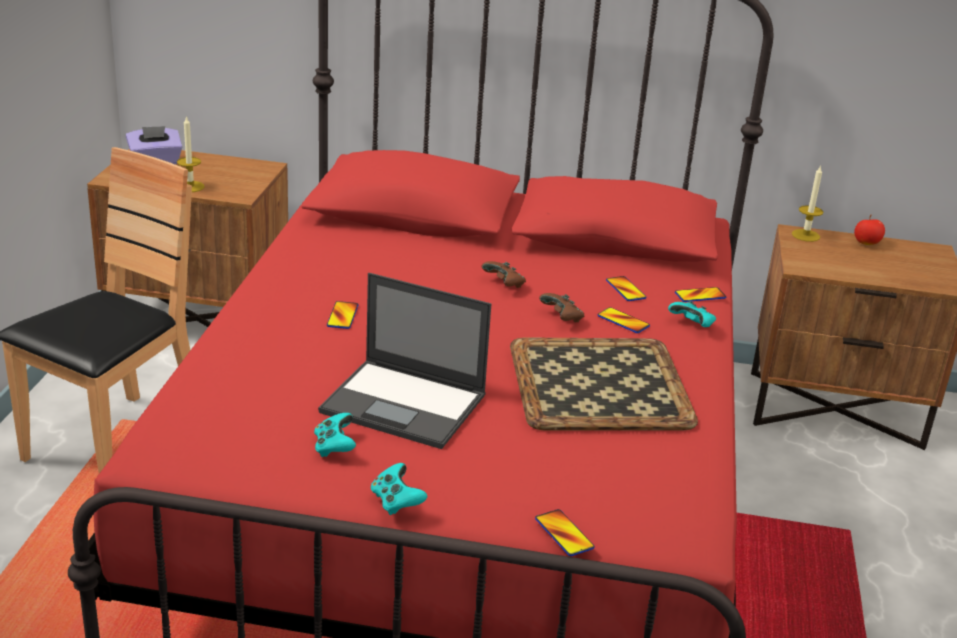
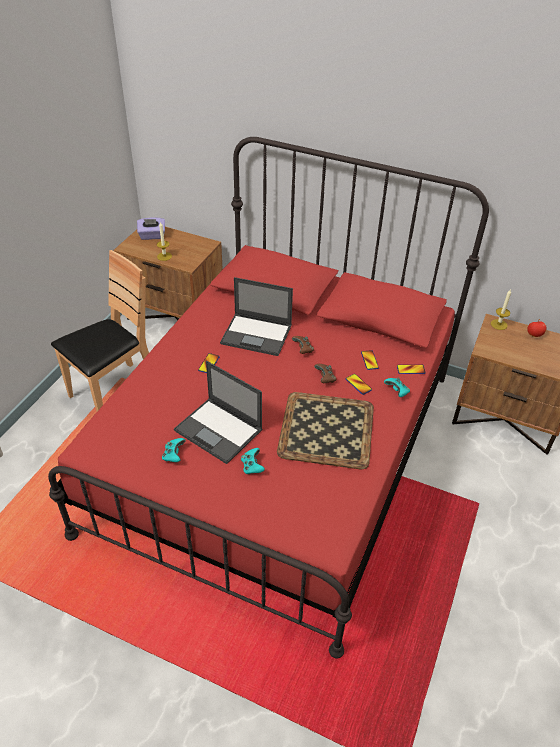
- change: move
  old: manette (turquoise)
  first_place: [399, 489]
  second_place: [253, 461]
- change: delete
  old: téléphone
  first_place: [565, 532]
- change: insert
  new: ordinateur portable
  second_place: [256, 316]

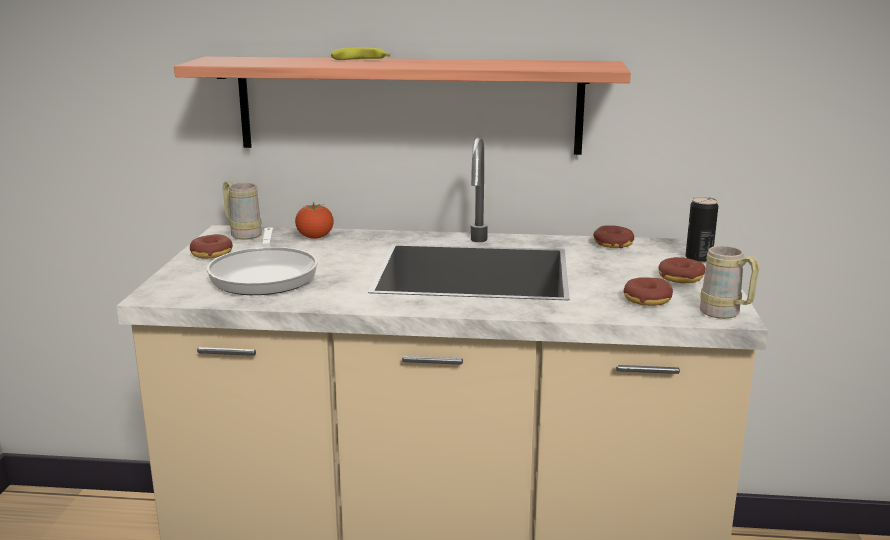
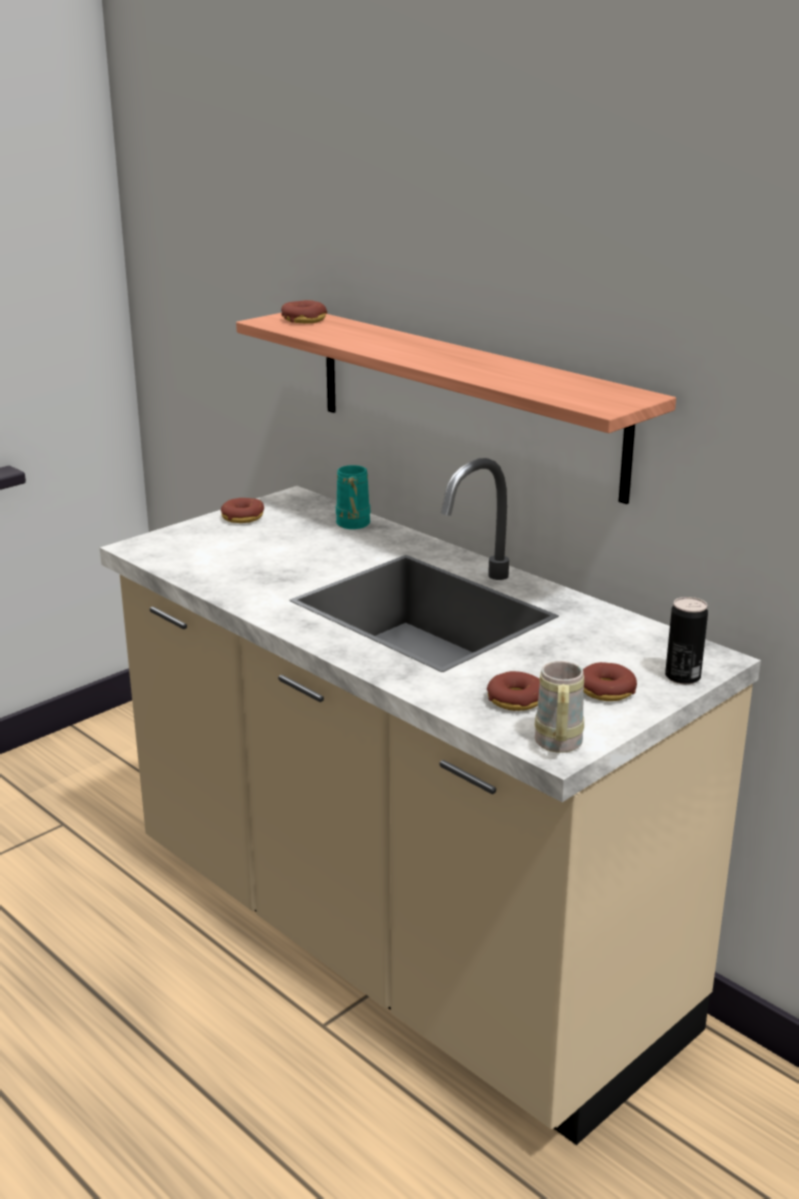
- change: delete
  old: banane
  first_place: [361, 53]
- change: delete
  old: mug (beige)
  first_place: [242, 210]
- change: replace
  old: tomate
  new: mug (turquoise)
  first_place: [314, 220]
  second_place: [353, 497]
- change: move
  old: beignet
  first_place: [613, 237]
  second_place: [304, 312]
- change: delete
  old: poêle
  first_place: [262, 261]

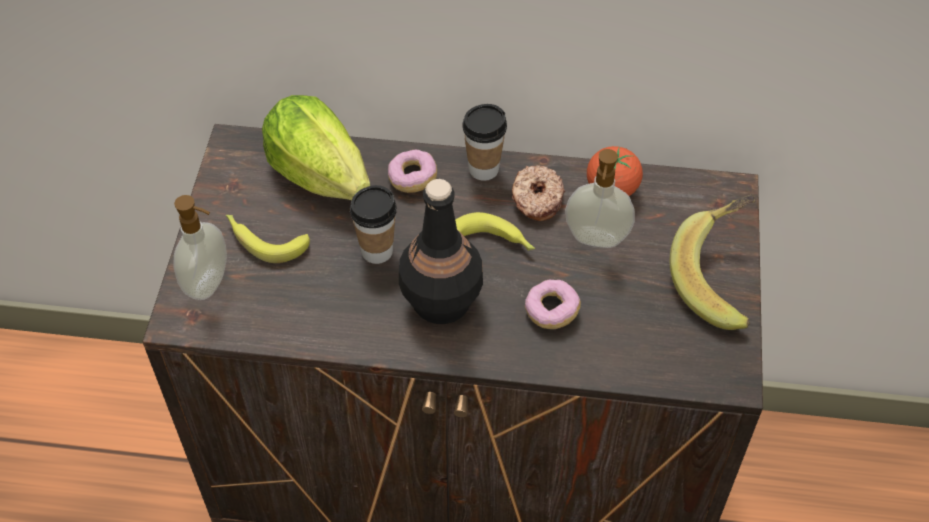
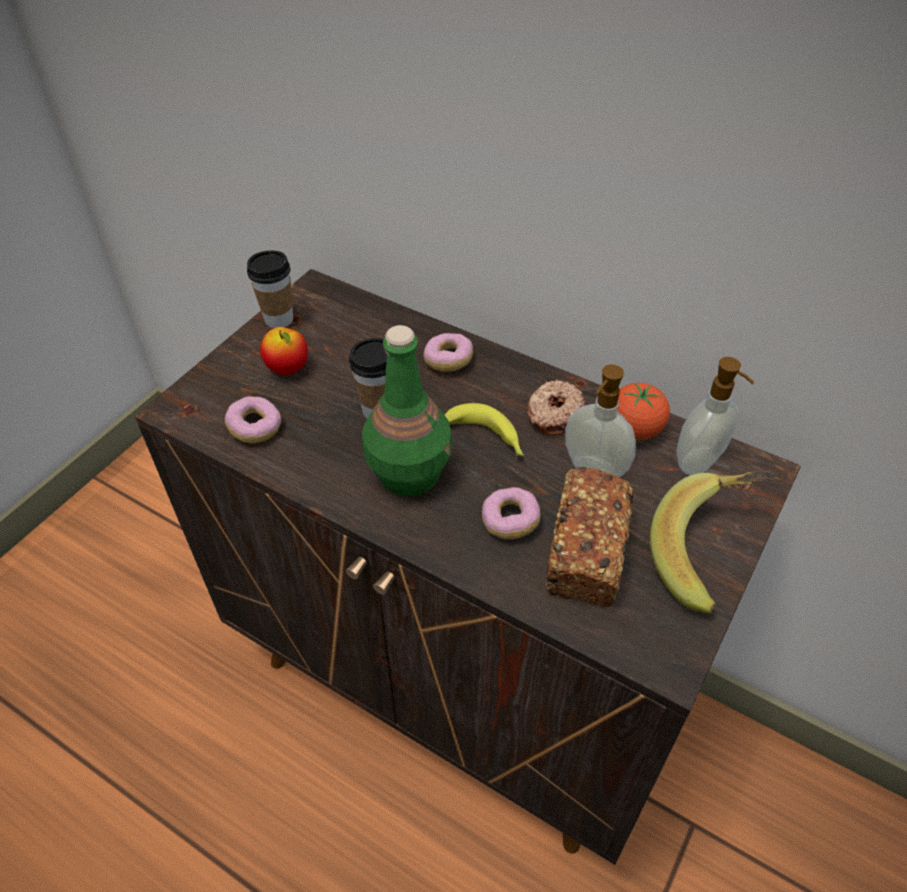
- change: delete
  old: laitue
  first_place: [316, 147]
- change: move
  old: tasse
  first_place: [484, 142]
  second_place: [270, 289]
- change: recolor
  old: bouteille (noir)
  new: bouteille (vert)
  first_place: [441, 251]
  second_place: [407, 410]
- change: move
  old: distributeur de savon
  first_place: [200, 247]
  second_place: [715, 416]
- change: replace
  old: banane
  new: pomme
  first_place: [268, 239]
  second_place: [284, 351]
- change: insert
  new: beignet
  second_place: [253, 419]
- change: insert
  new: pain
  second_place: [589, 537]

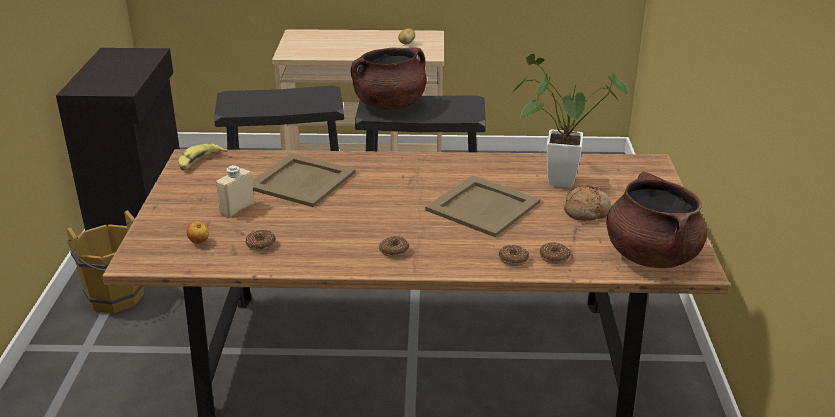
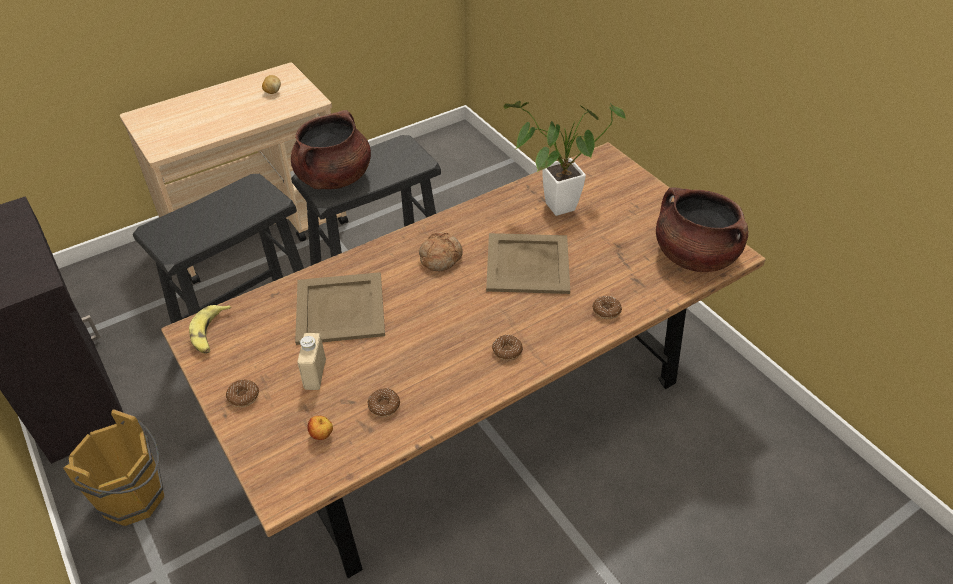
- change: move
  old: pain
  first_place: [587, 203]
  second_place: [441, 251]
- change: move
  old: beignet
  first_place: [555, 253]
  second_place: [242, 393]

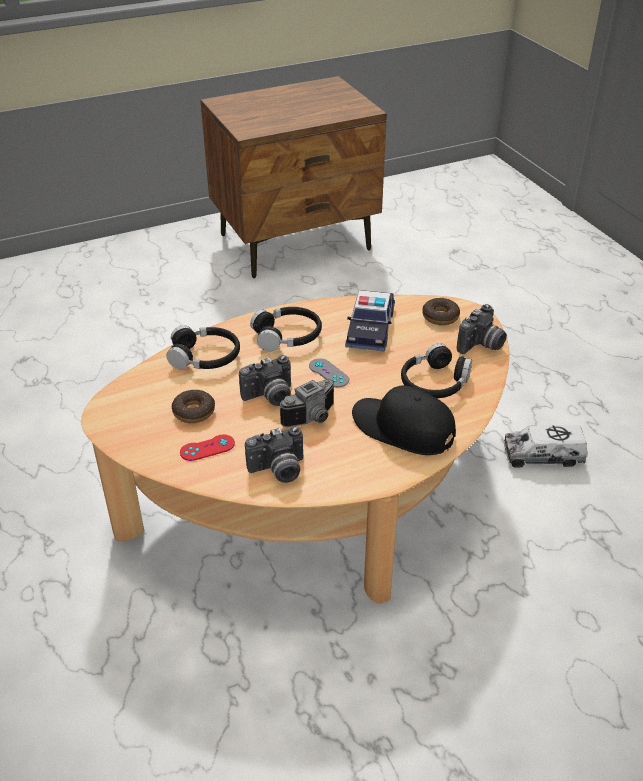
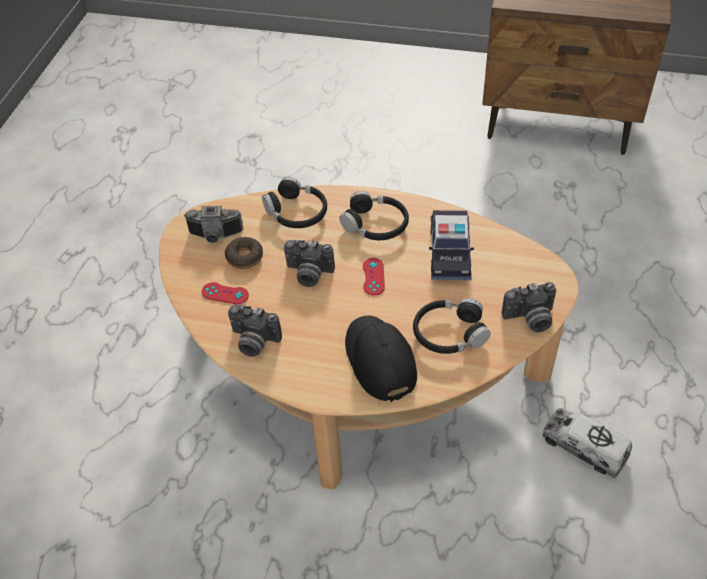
- change: rotate
  old: petite voiture
  first_place: [370, 321]
  second_place: [451, 245]
  degrees: -45
- change: delete
  old: beignet
  first_place: [441, 311]
- change: recolor
  old: manette (gris)
  new: manette (rouge)
  first_place: [329, 372]
  second_place: [374, 276]
- change: move
  old: appareil photo
  first_place: [307, 403]
  second_place: [213, 224]

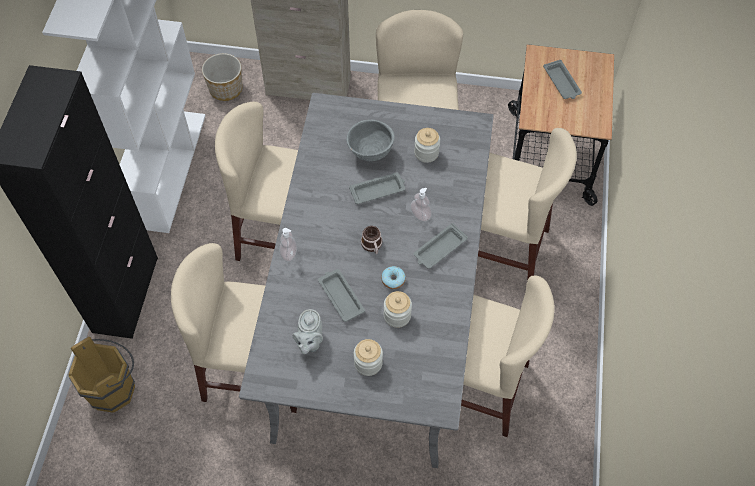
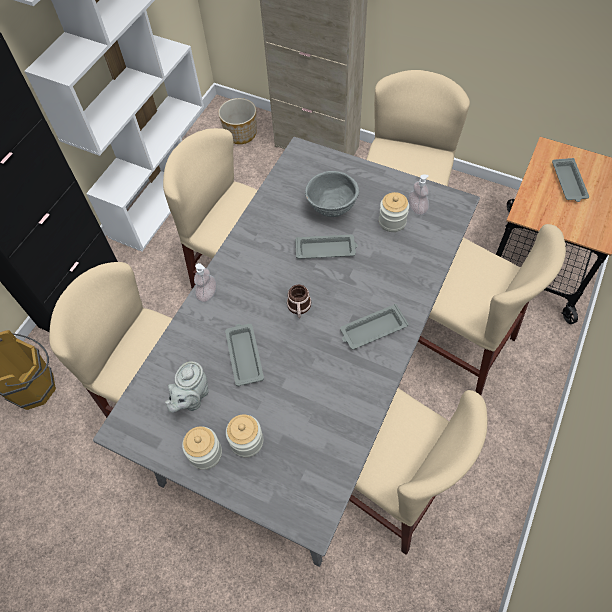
- change: move
  old: distributeur de savon
  first_place: [421, 205]
  second_place: [418, 195]
- change: delete
  old: beignet
  first_place: [393, 277]
- change: move
  old: bocal
  first_place: [398, 309]
  second_place: [202, 448]

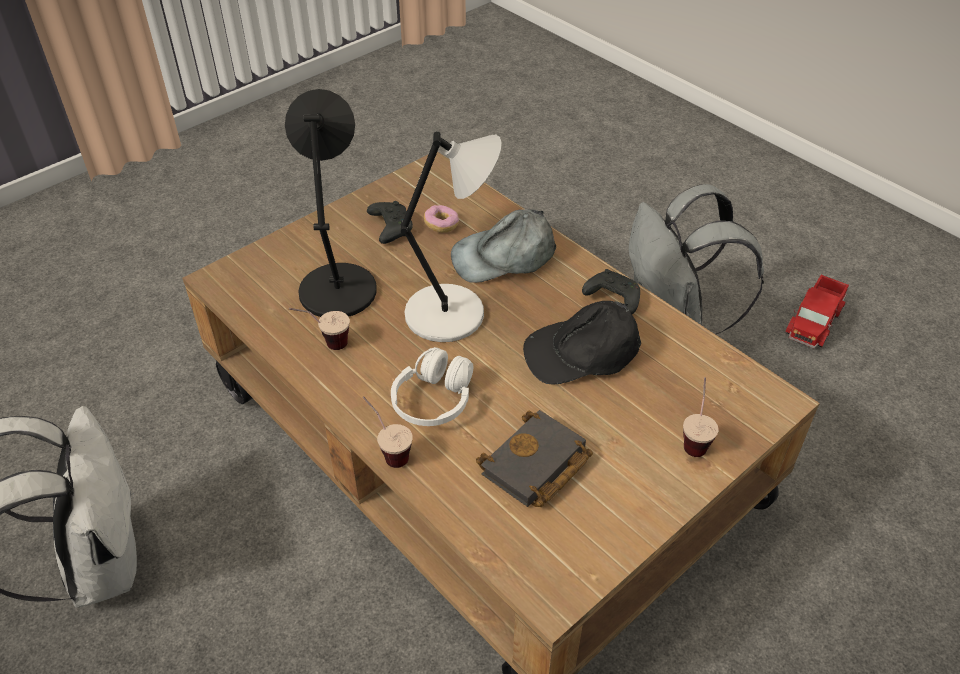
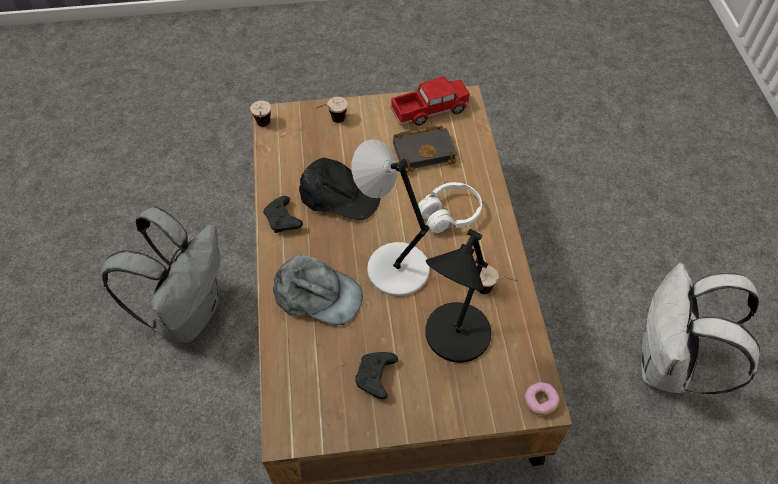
- change: move
  old: beignet
  first_place: [441, 219]
  second_place: [542, 398]
- change: move
  old: camion jouet
  first_place: [817, 311]
  second_place: [430, 101]
- change: move
  old: tasse
  first_place: [388, 432]
  second_place: [260, 114]

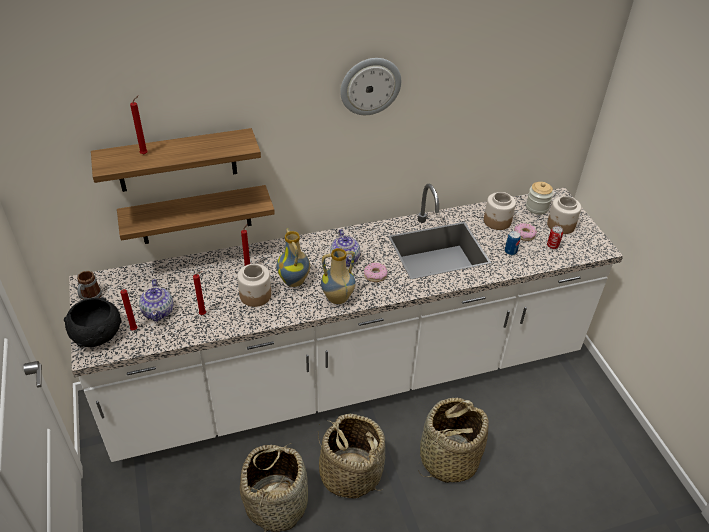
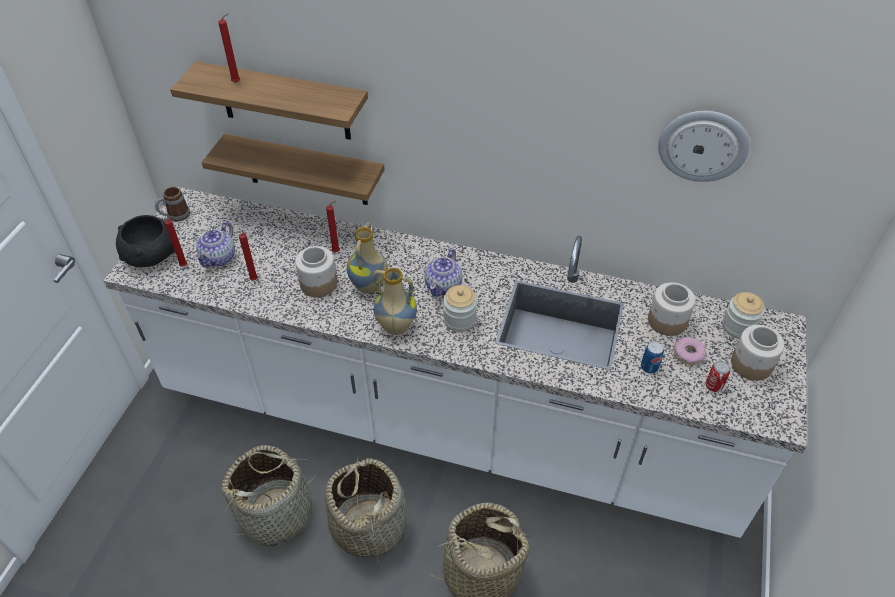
- change: move
  old: horloge murale
  first_place: [370, 86]
  second_place: [704, 146]
- change: replace
  old: beignet
  new: bocal
  first_place: [375, 272]
  second_place: [460, 308]

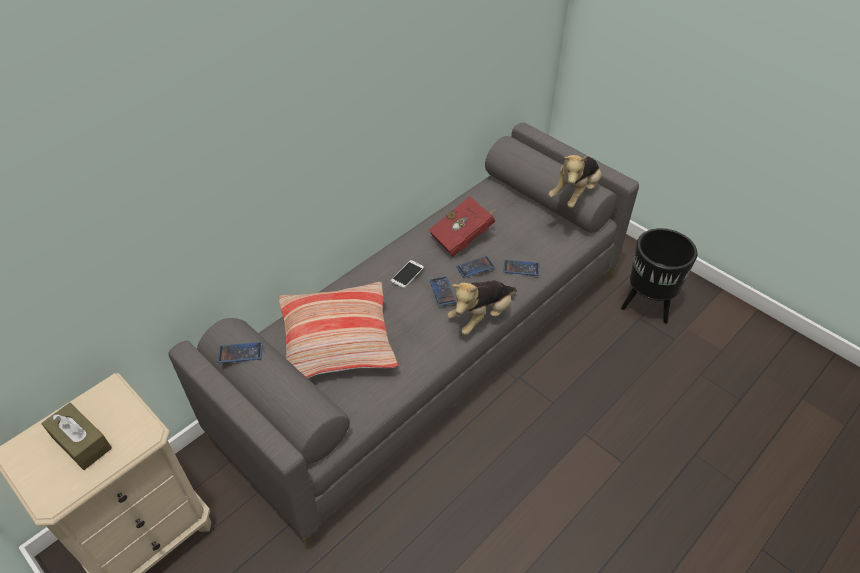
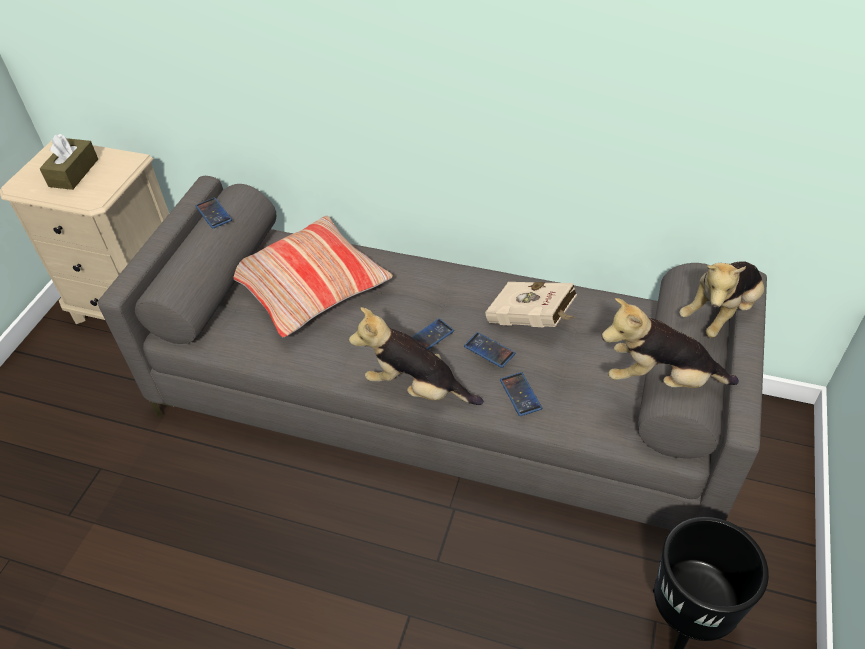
- change: recolor
  old: livre (rouge)
  new: livre (beige)
  first_place: [462, 226]
  second_place: [531, 304]
- change: delete
  old: téléphone
  first_place: [407, 274]
- change: insert
  new: peluche
  second_place: [721, 299]

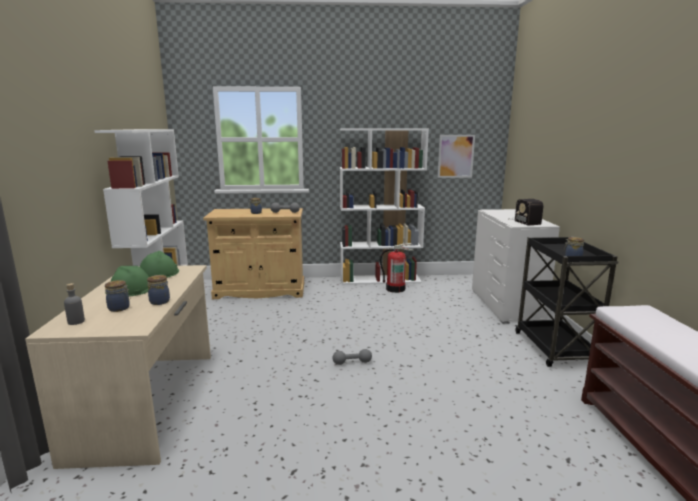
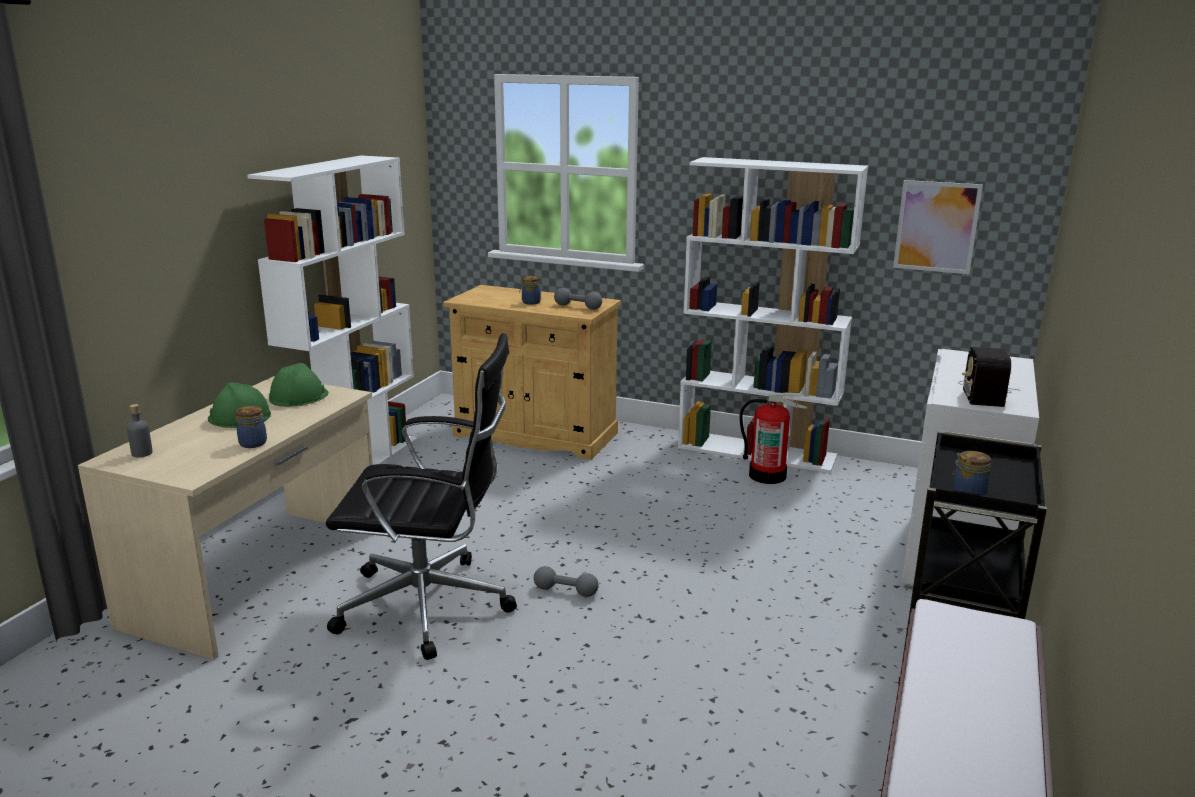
- change: delete
  old: bocal
  first_place: [118, 296]
- change: insert
  new: chaise de bureau (noir)
  second_place: [421, 496]

